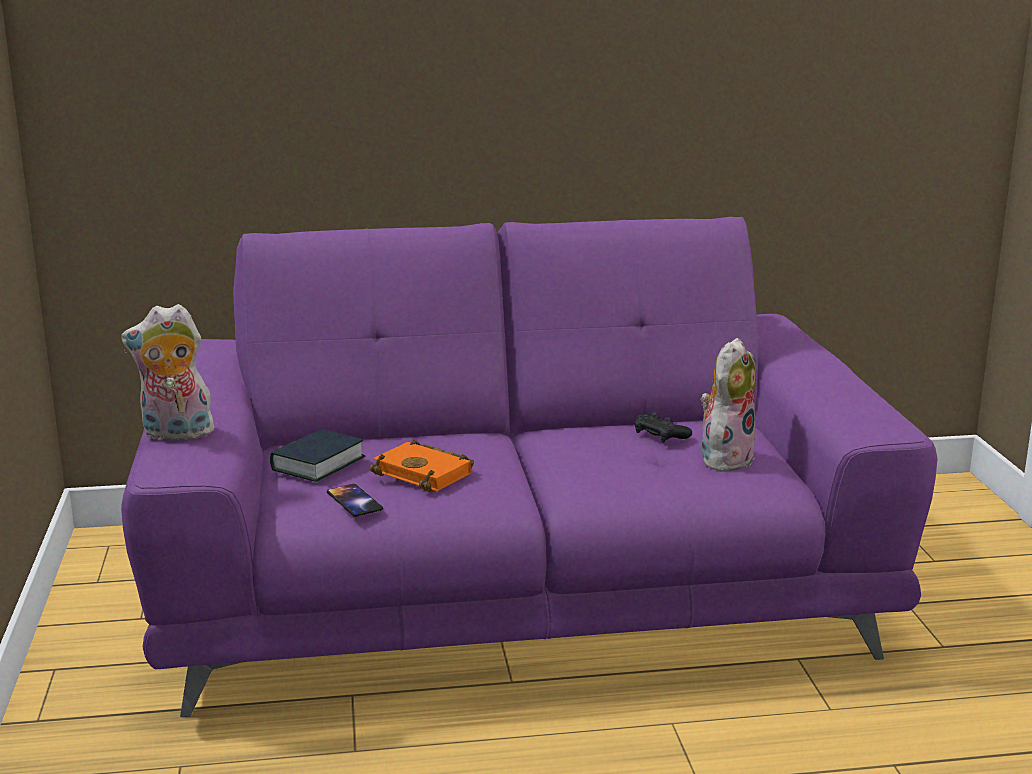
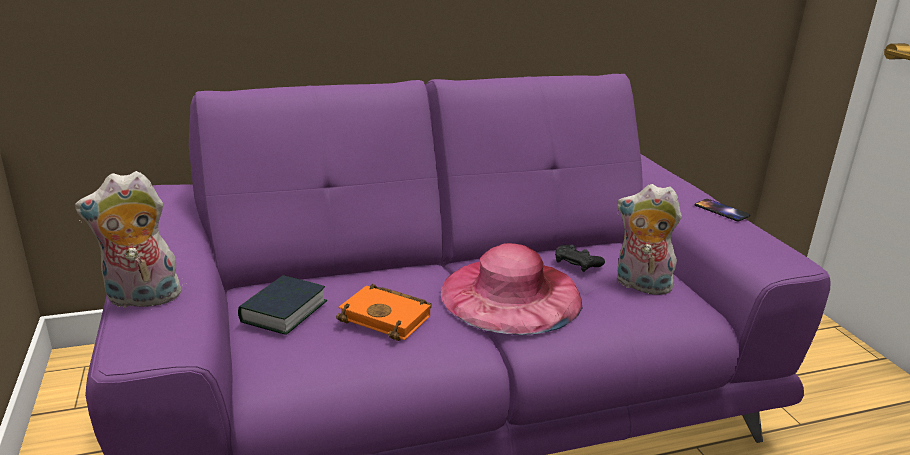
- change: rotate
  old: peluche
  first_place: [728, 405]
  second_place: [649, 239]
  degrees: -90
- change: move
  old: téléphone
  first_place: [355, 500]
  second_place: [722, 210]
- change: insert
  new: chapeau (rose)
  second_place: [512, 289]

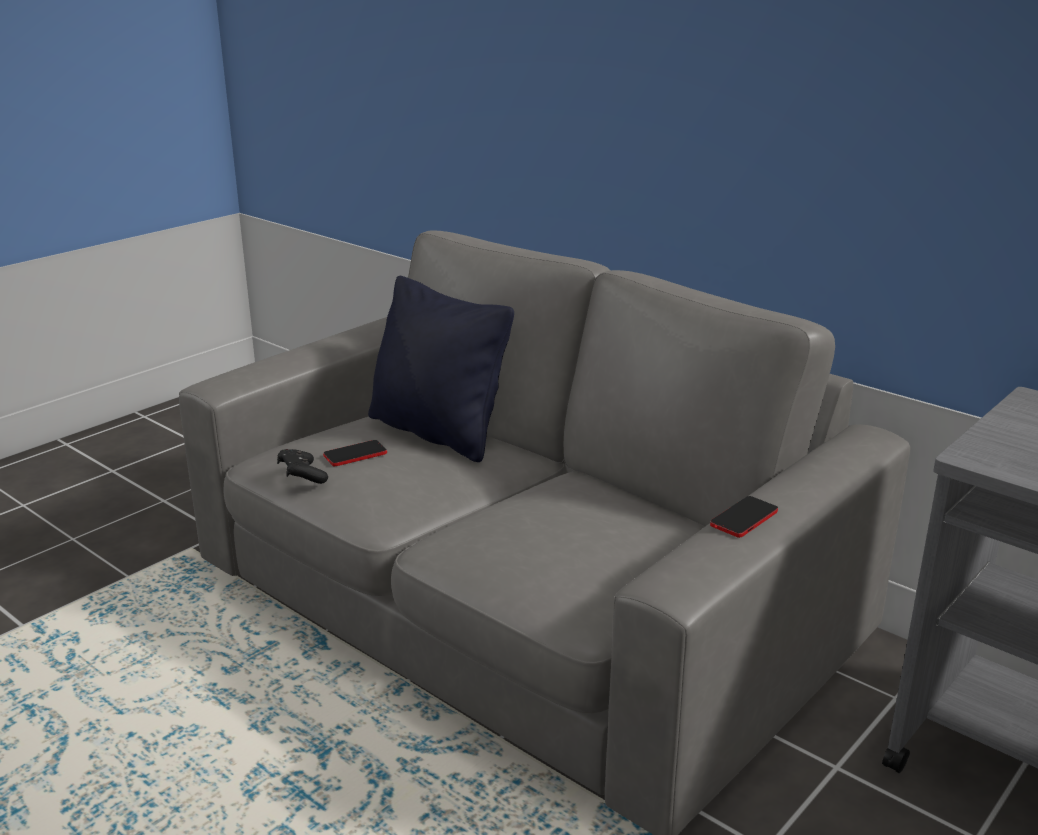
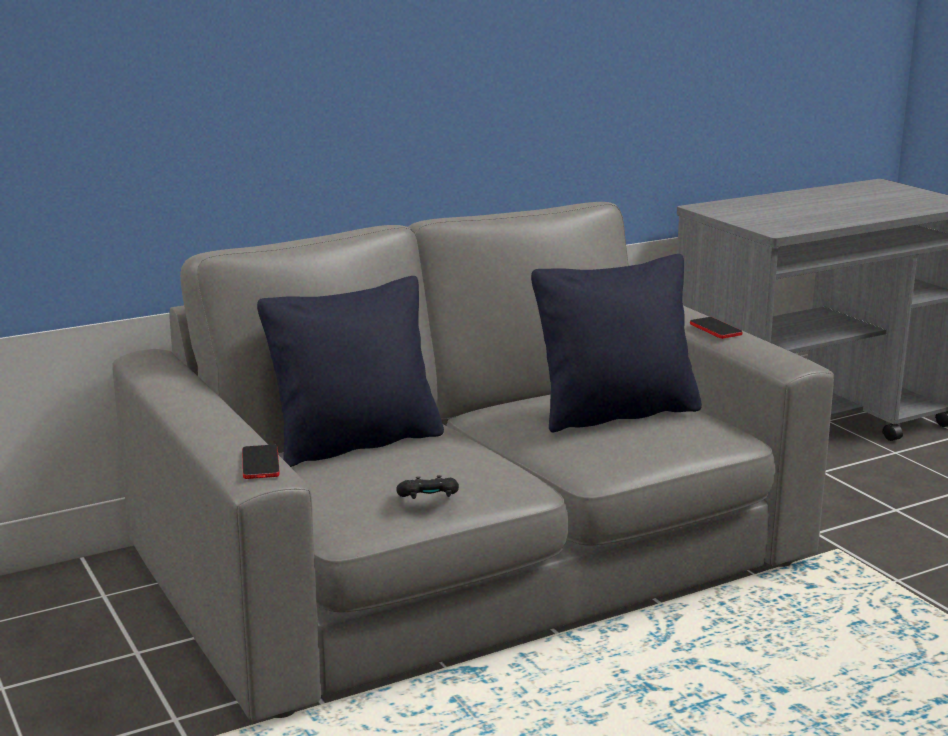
- change: move
  old: téléphone
  first_place: [355, 453]
  second_place: [261, 462]
- change: insert
  new: coussin (noir)
  second_place: [616, 343]

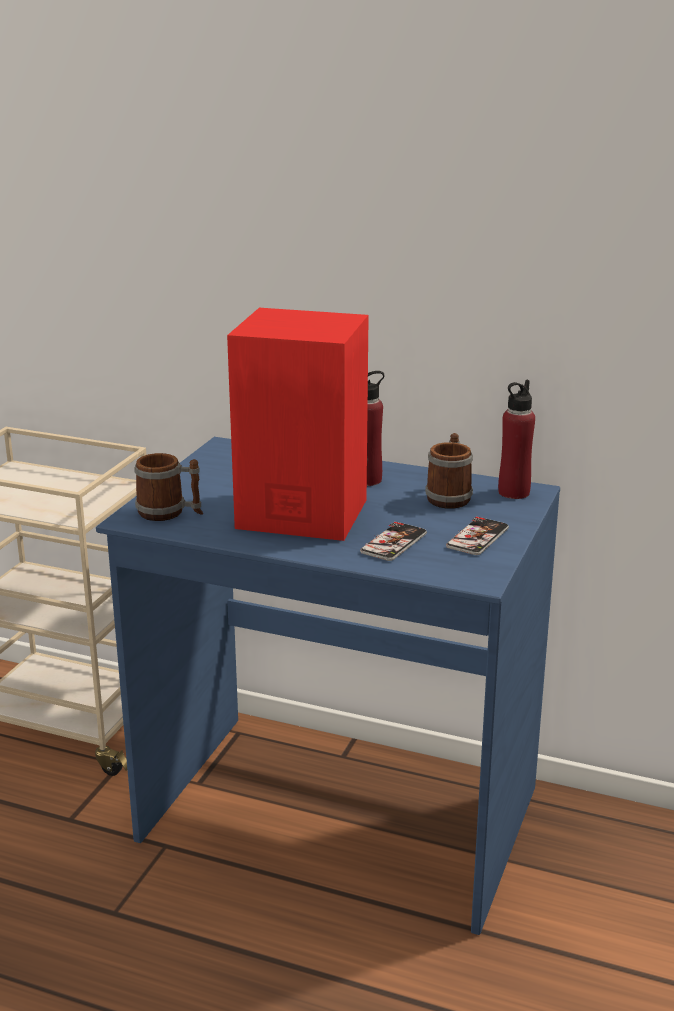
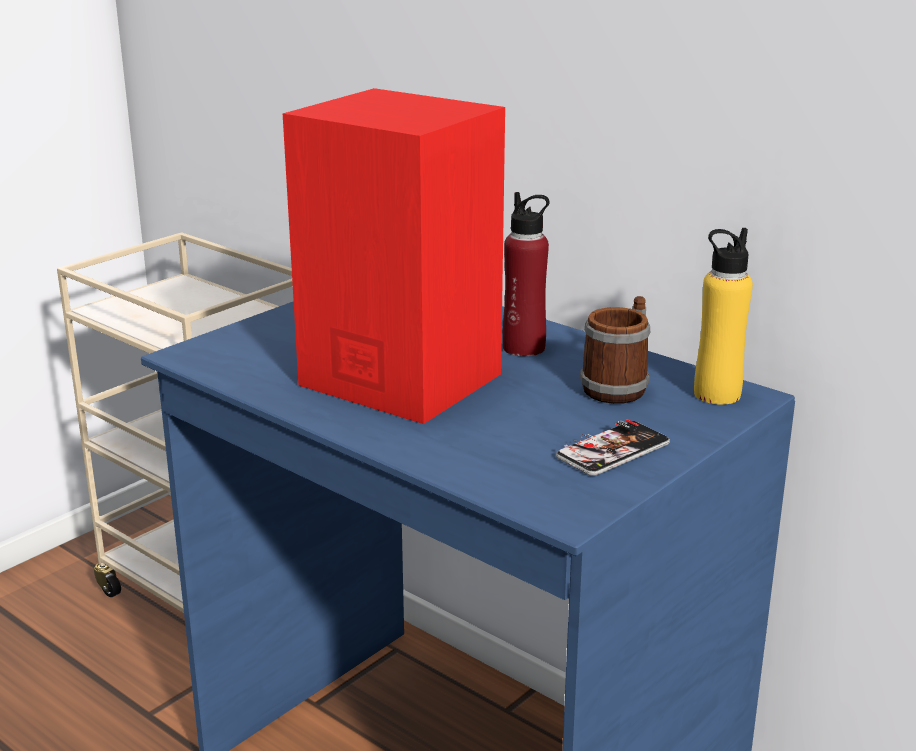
- change: recolor
  old: bouteille (rouge)
  new: bouteille (jaune)
  first_place: [516, 439]
  second_place: [723, 316]
- change: delete
  old: mug
  first_place: [168, 487]
- change: delete
  old: téléphone
  first_place: [393, 541]

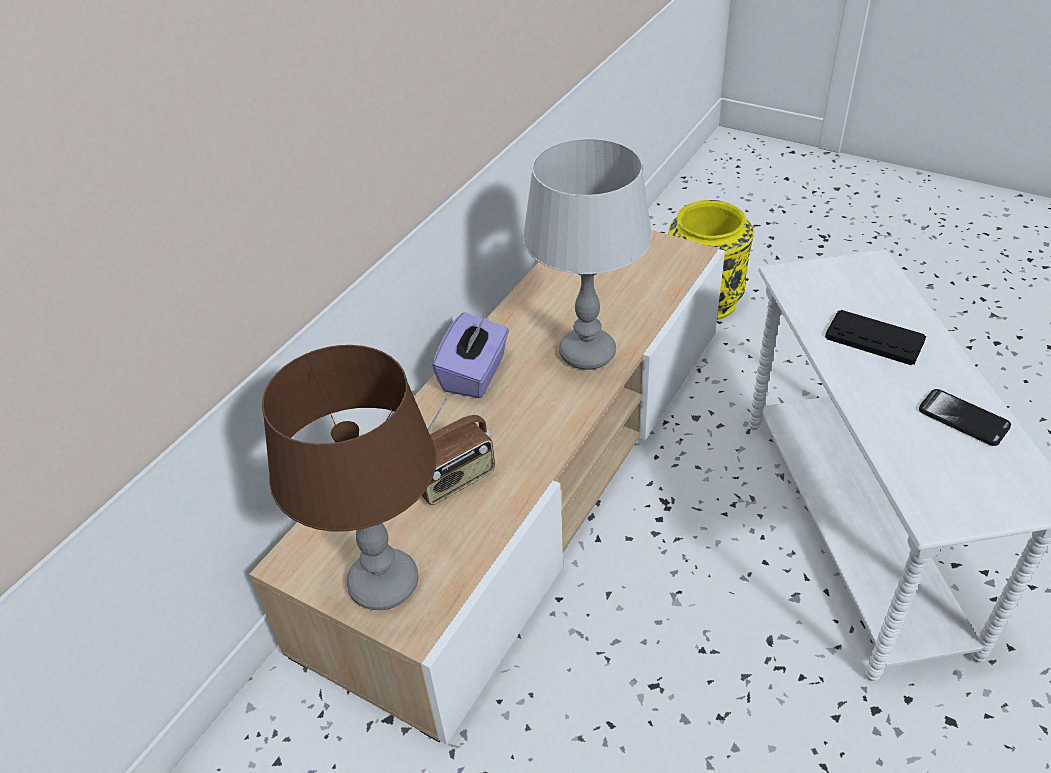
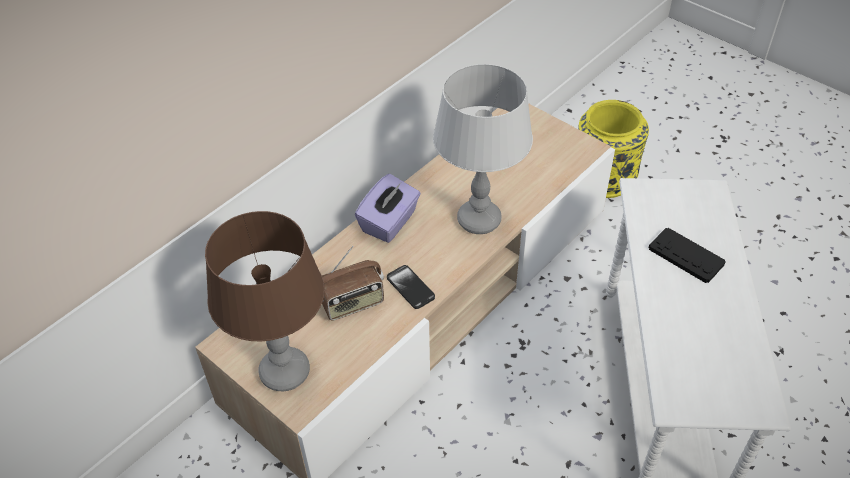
- change: move
  old: téléphone
  first_place: [965, 417]
  second_place: [411, 287]

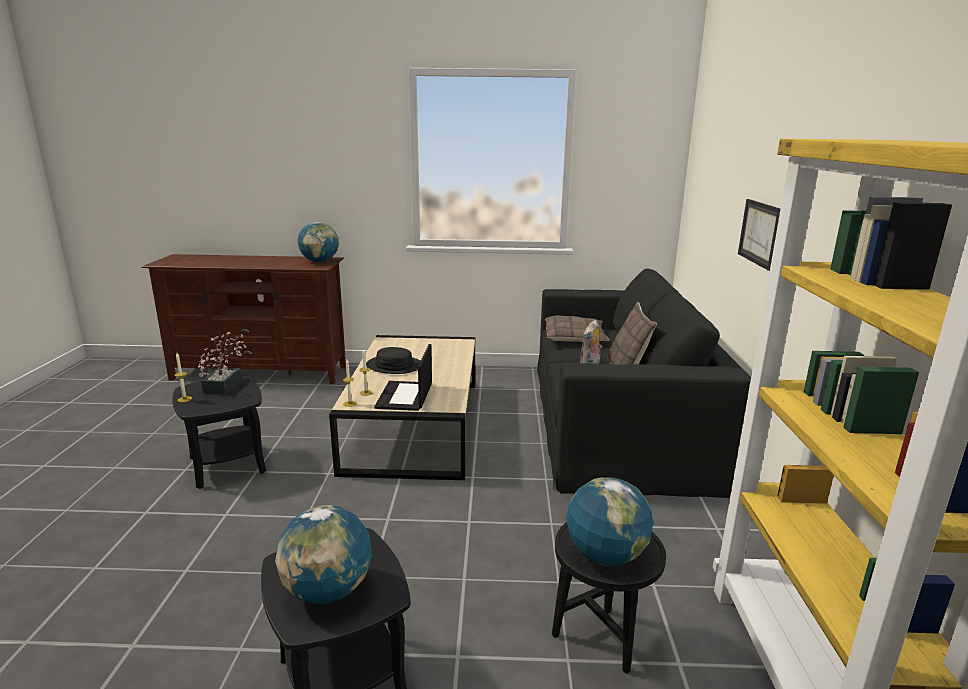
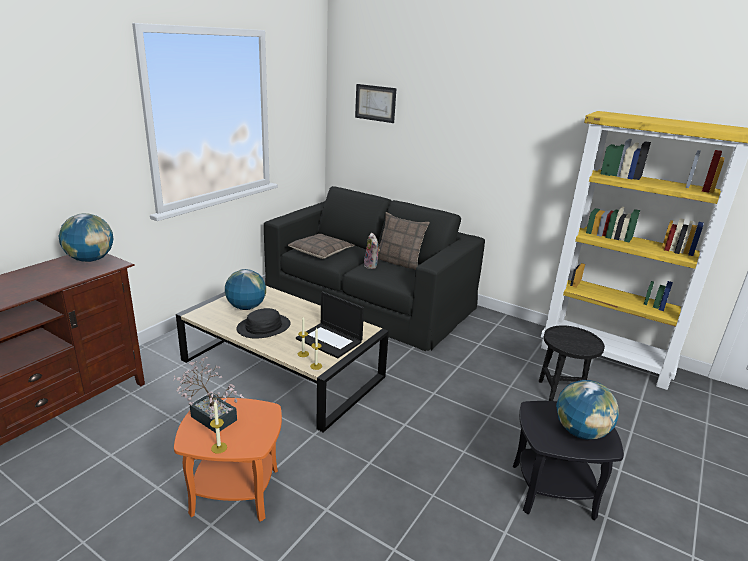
- change: move
  old: tableau
  first_place: [759, 235]
  second_place: [376, 103]
- change: recolor
  old: table d'appoint (noir)
  new: table d'appoint (orange)
  first_place: [219, 432]
  second_place: [228, 460]
- change: move
  old: globe
  first_place: [610, 521]
  second_place: [245, 289]

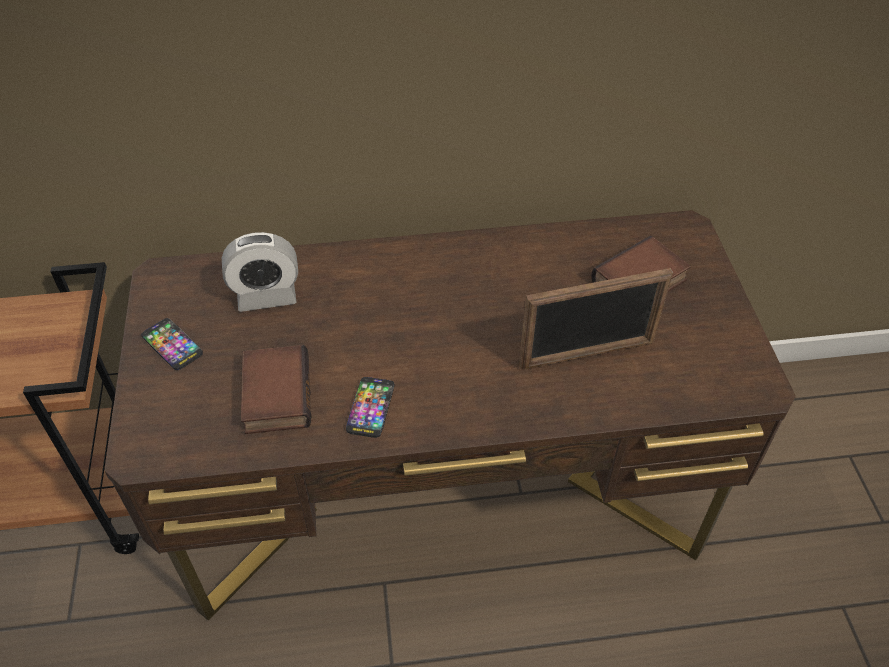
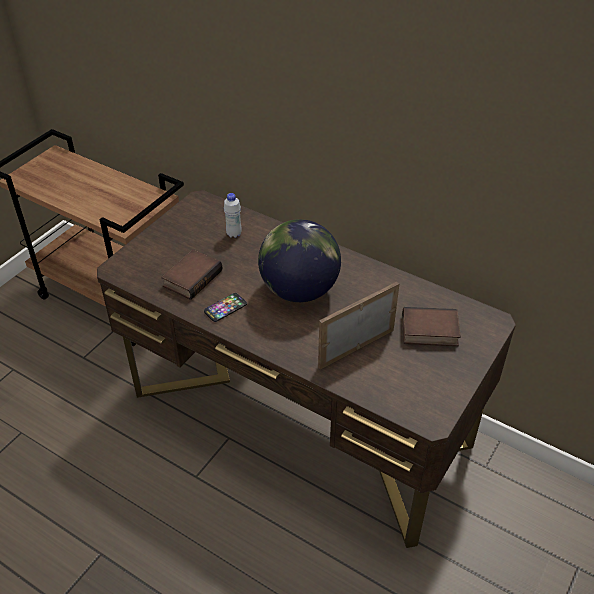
- change: replace
  old: réveil
  new: bouteille (blanc)
  first_place: [260, 272]
  second_place: [233, 215]
- change: rotate
  old: cadre photo
  first_place: [596, 319]
  second_place: [358, 326]
  degrees: 120
- change: delete
  old: téléphone
  first_place: [172, 344]
- change: insert
  new: globe
  second_place: [299, 260]

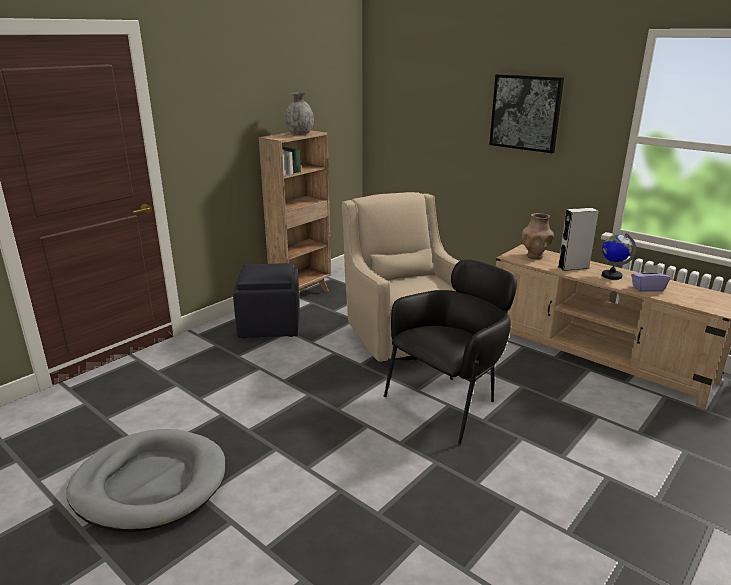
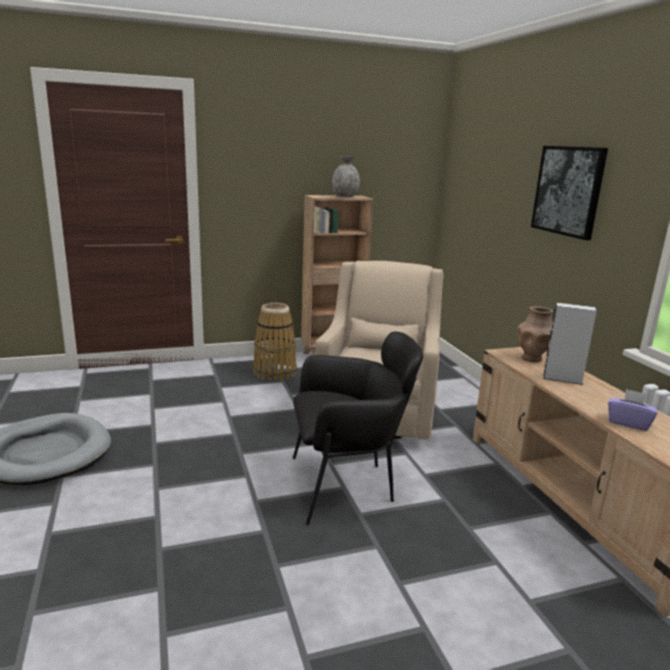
- change: delete
  old: globe
  first_place: [619, 256]
- change: replace
  old: pouf (noir)
  new: panier
  first_place: [266, 301]
  second_place: [275, 342]

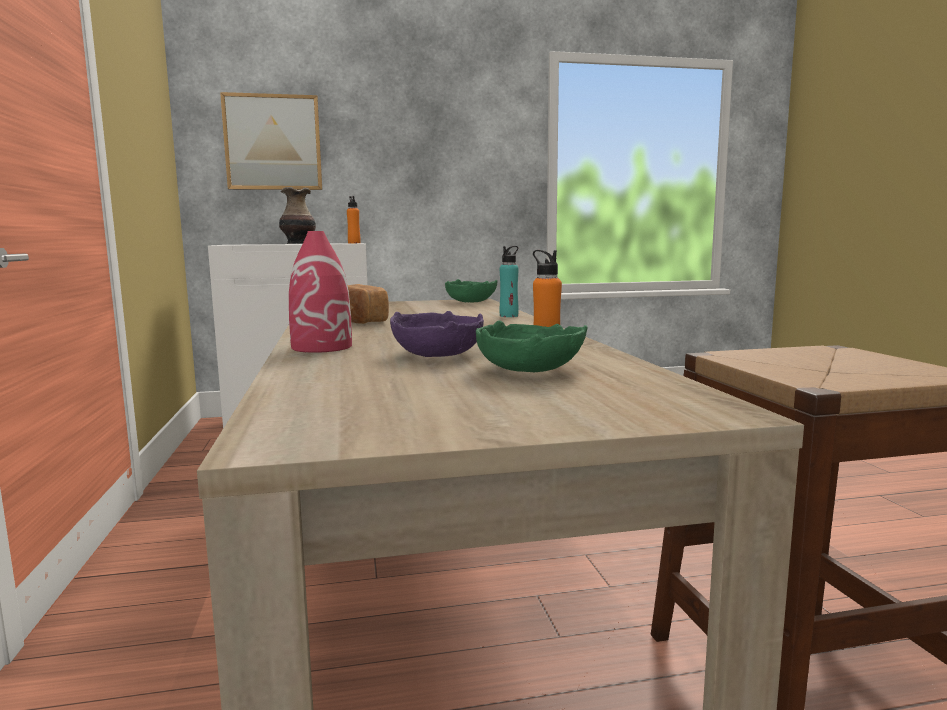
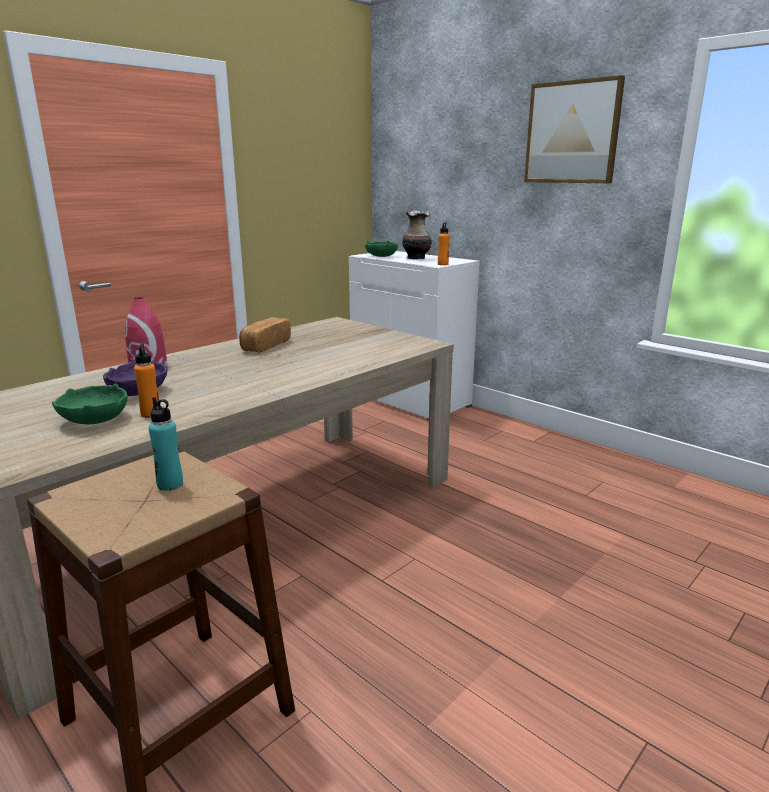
- change: move
  old: tableau
  first_place: [271, 141]
  second_place: [574, 129]
- change: move
  old: bouteille (turquoise)
  first_place: [509, 281]
  second_place: [166, 444]
- change: move
  old: bol (vert)
  first_place: [471, 290]
  second_place: [381, 248]

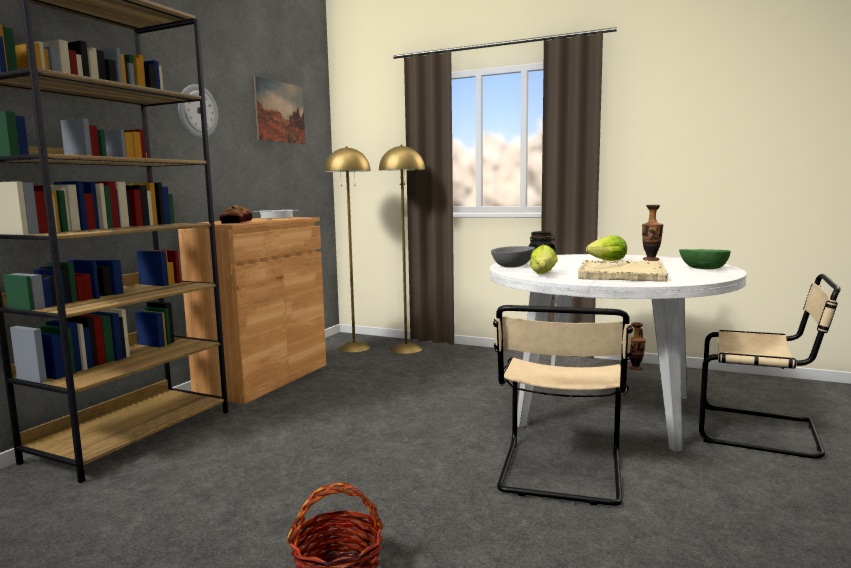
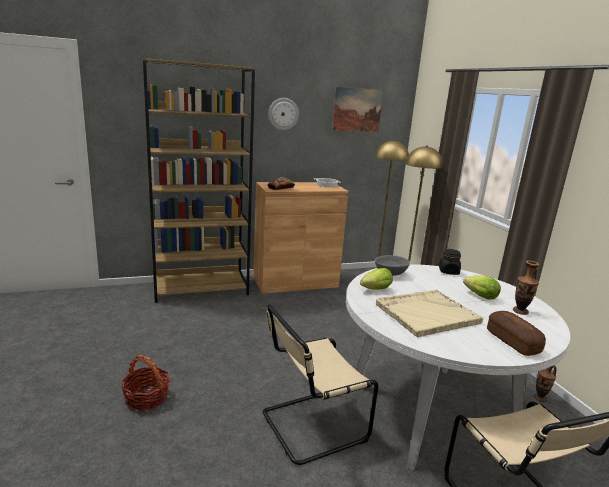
- change: replace
  old: bol (vert)
  new: pain
  first_place: [705, 259]
  second_place: [516, 333]

